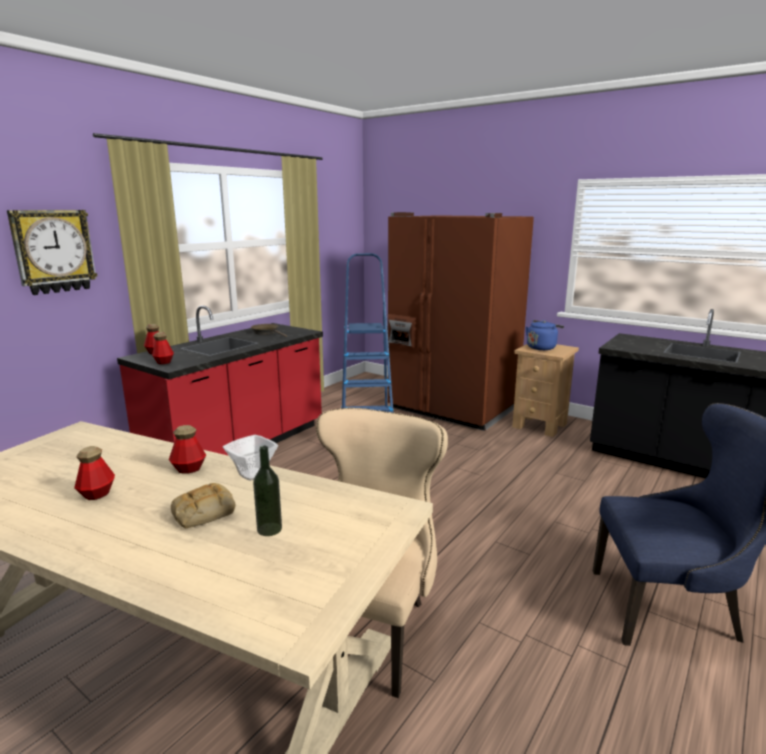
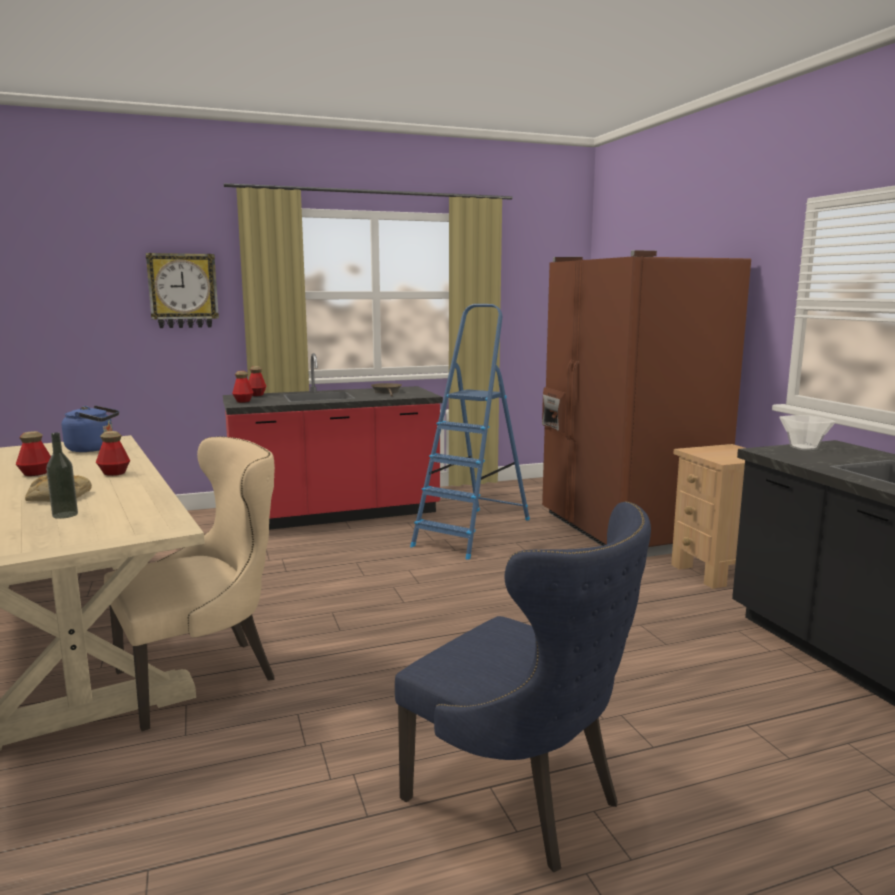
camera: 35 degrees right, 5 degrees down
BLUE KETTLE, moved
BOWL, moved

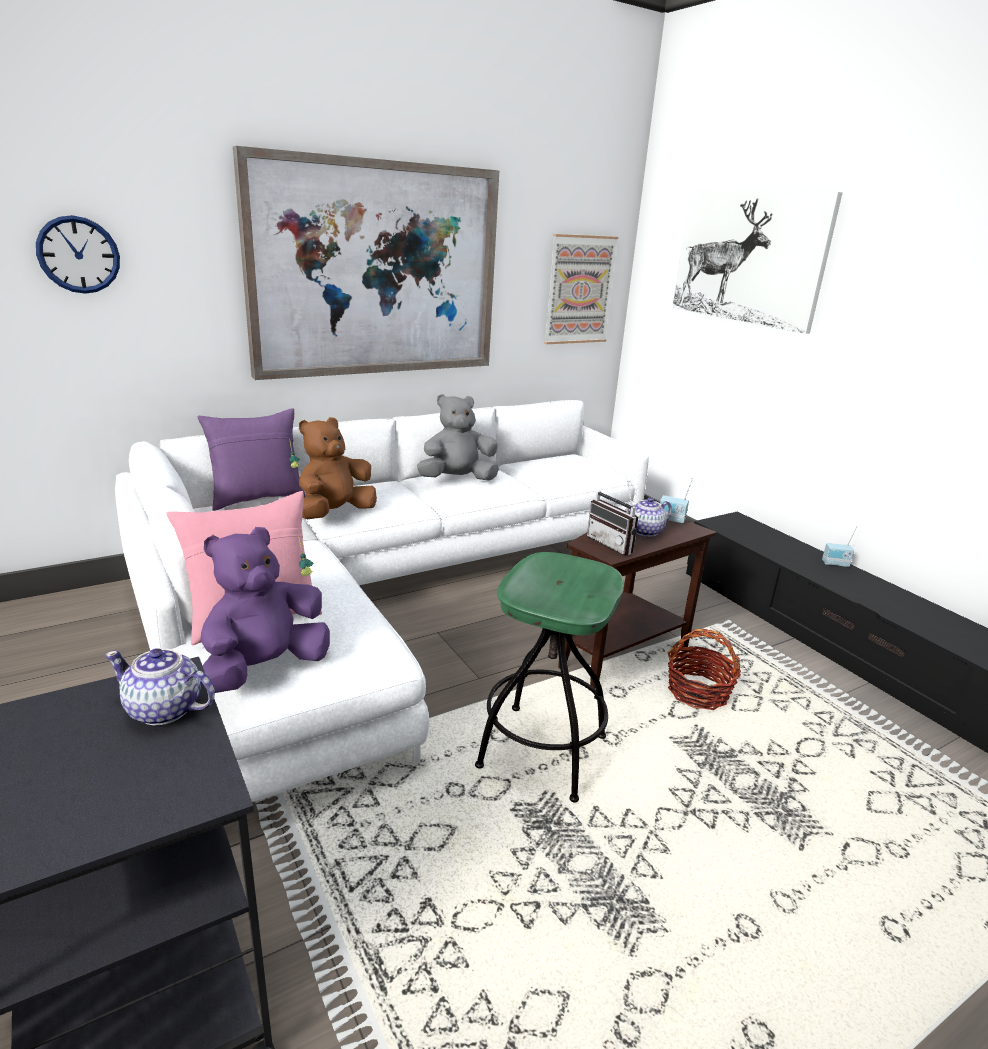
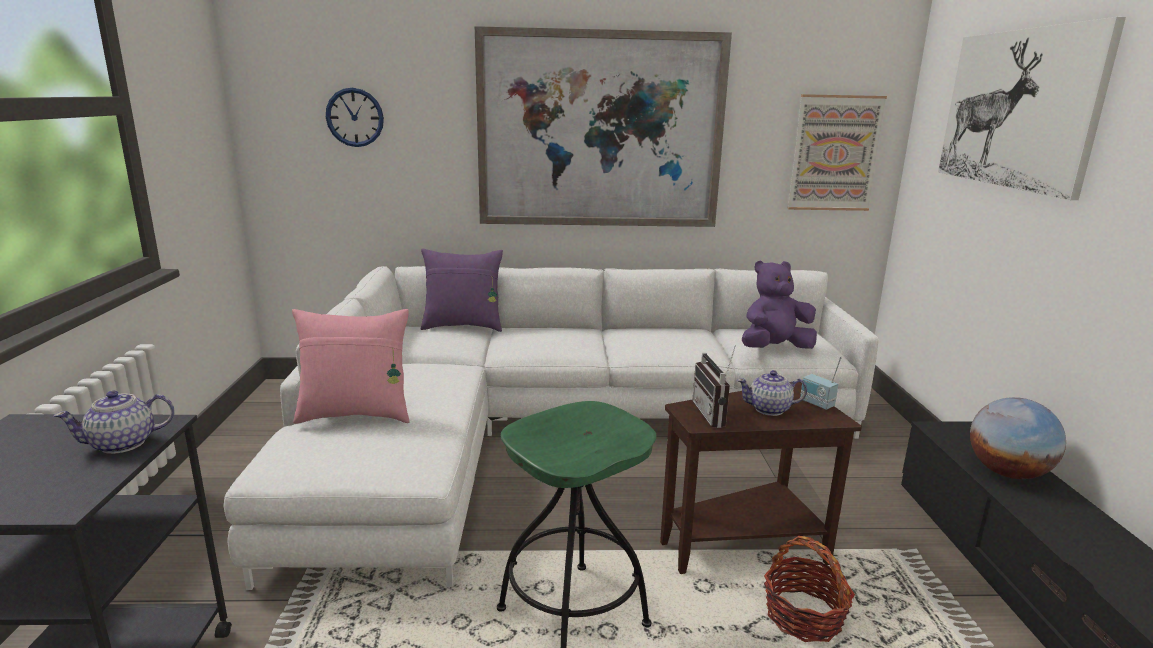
camera: 30 degrees right, 5 degrees down
GREY PLUSH TOY → -
BROWN PLUSH TOY → -
RADIO (3rd from left) → -
PURPLE PLUSH TOY, moved
TEAPOT (1st from left), 75 degrees counterclockwise
- → GLOBE

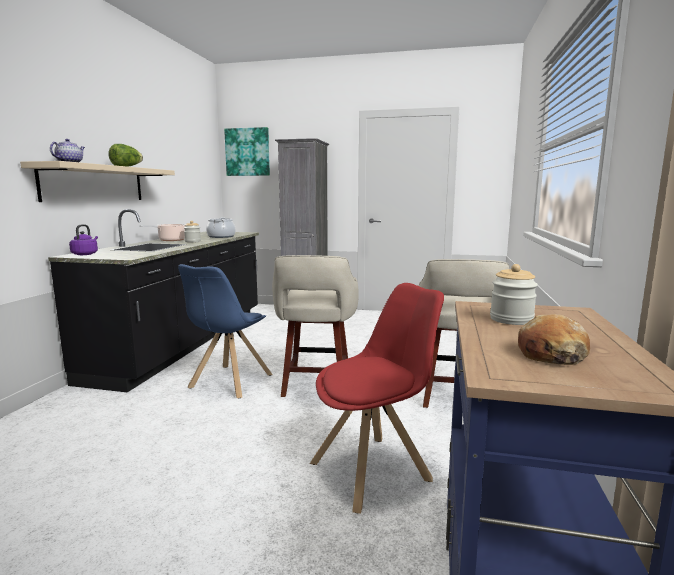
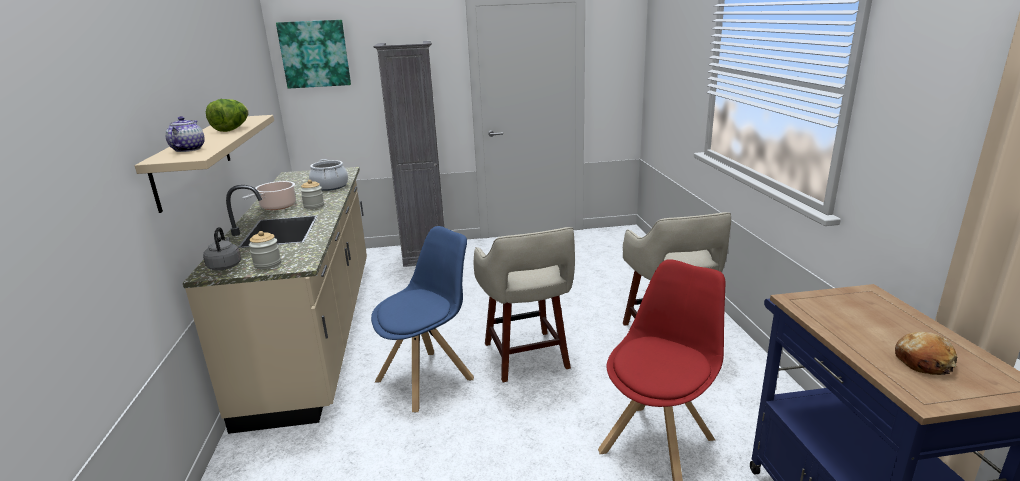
camera: 20 degrees left, 10 degrees up
BLACK COUNTER → BEIGE COUNTER
PURPLE KETTLE → GREY KETTLE
BLUE CHAIR, 135 degrees counterclockwise
JAR (2nd from left in the first image) → JAR (1st from left), moved

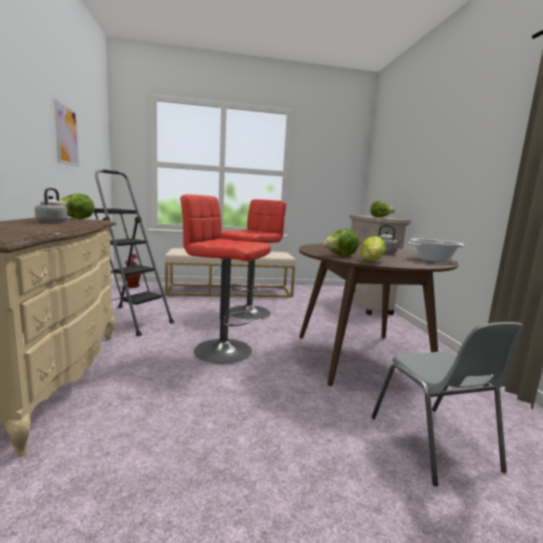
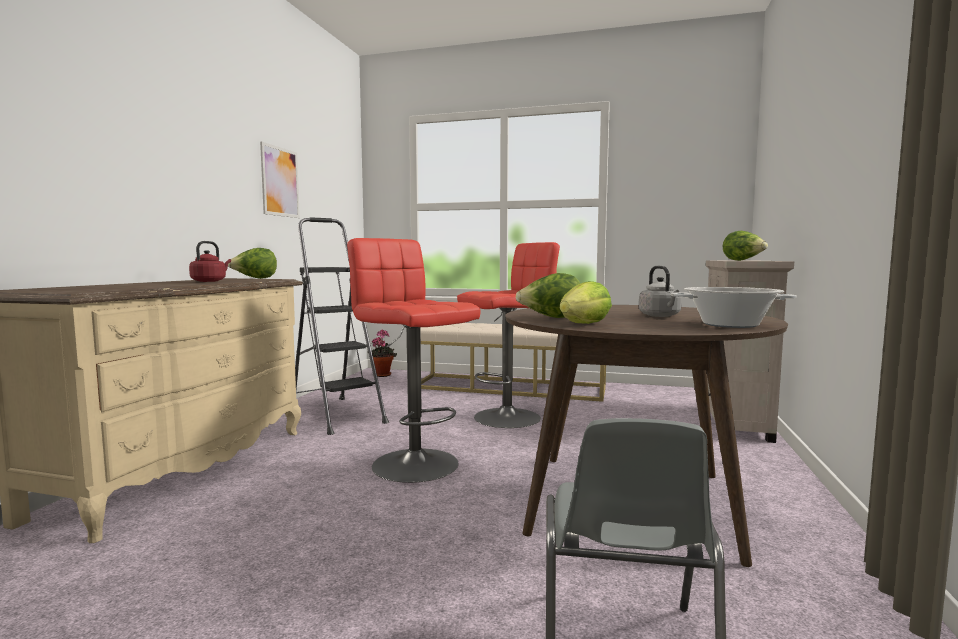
camera: 25 degrees right, 5 degrees down
GREY KETTLE (1st from left) → RED KETTLE

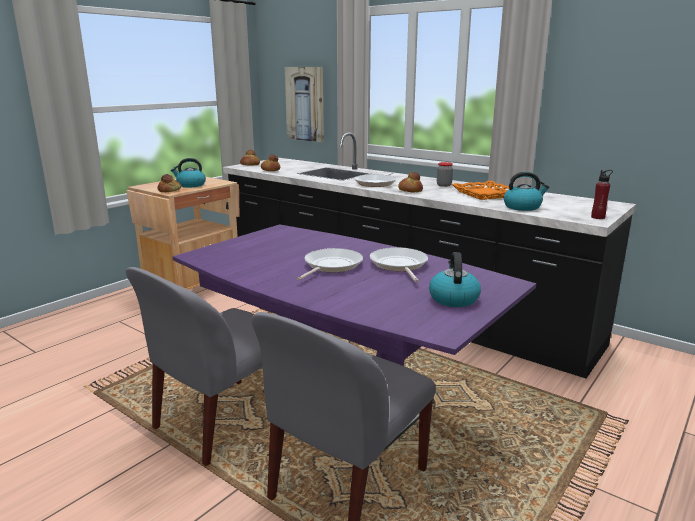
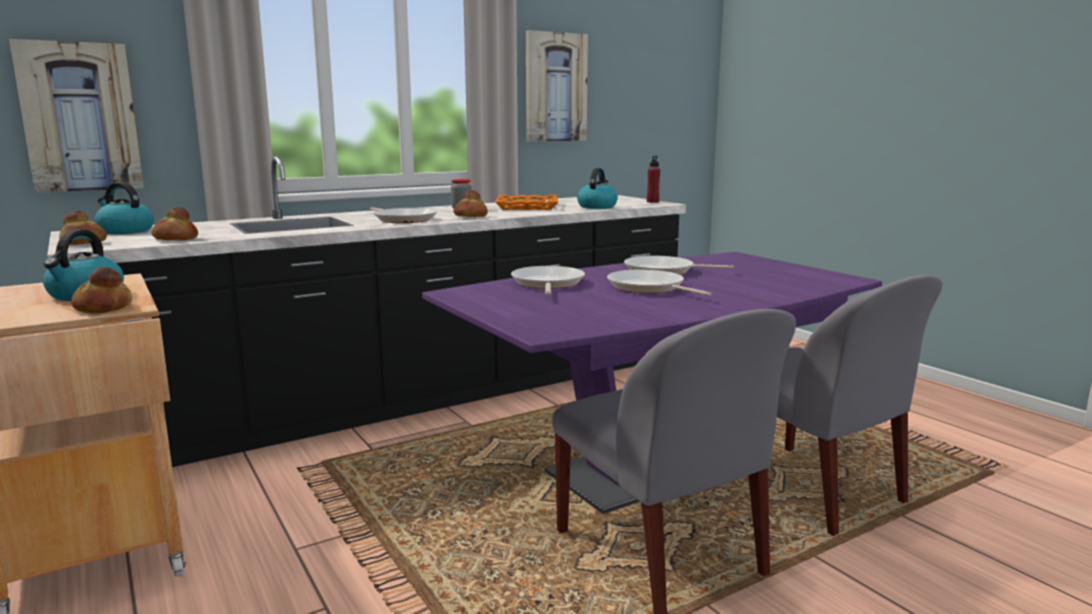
camera: 70 degrees left, 5 degrees down
KETTLE (2nd from left), moved
- → PICTURE (2nd from left)
- → FRYING PAN (2nd from left)

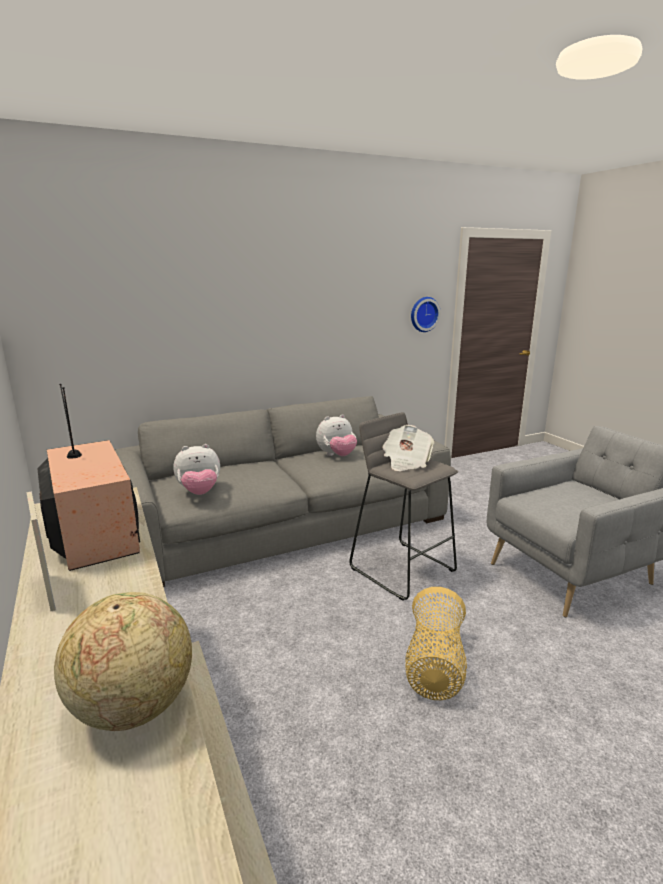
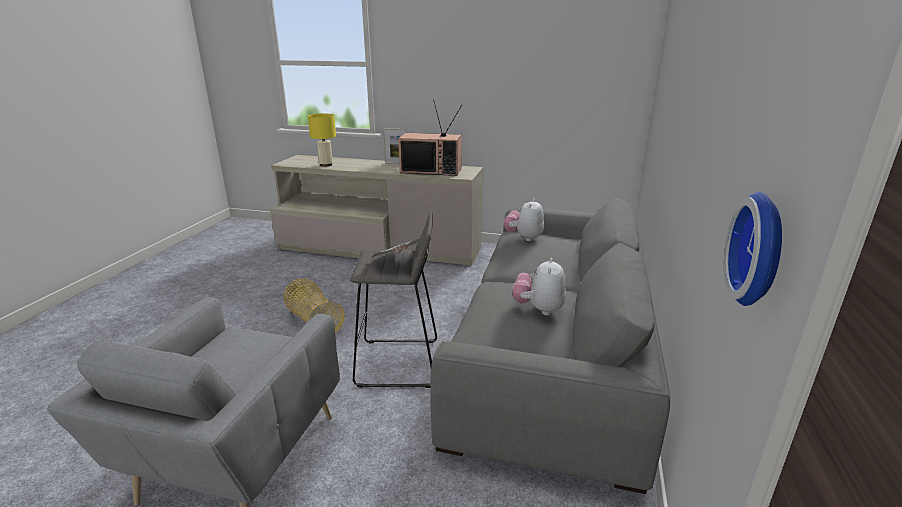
camera: 130 degrees right, 5 degrees up
GLOBE → YELLOW TABLE LAMP

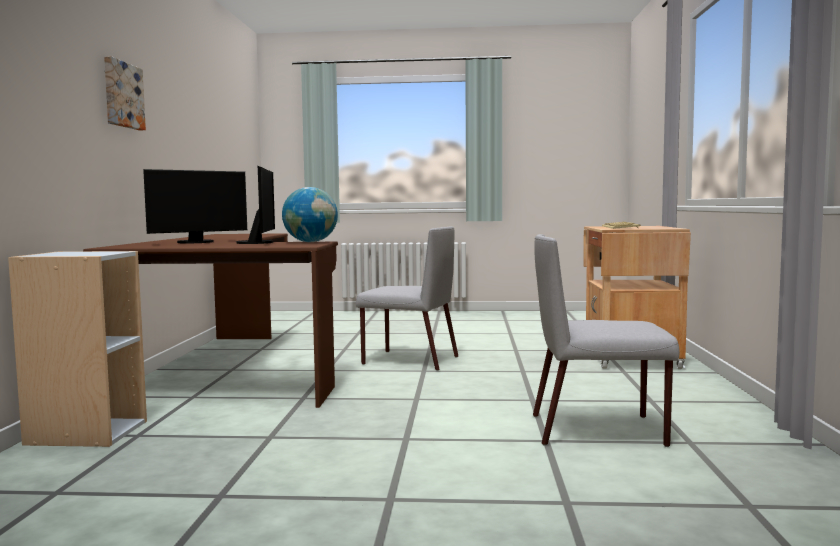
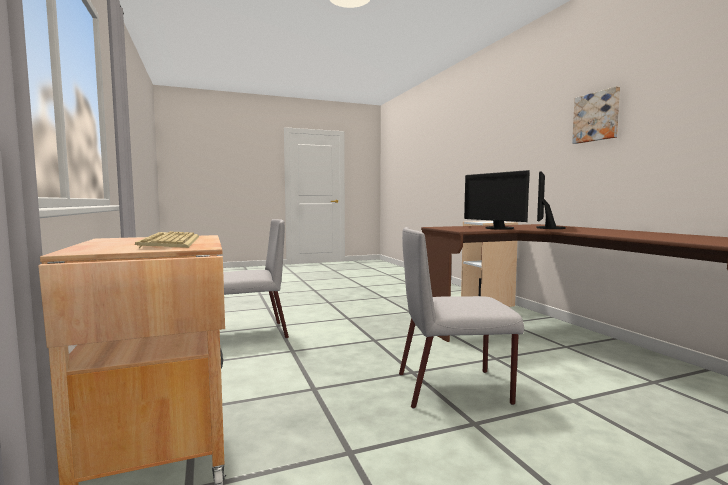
camera: 155 degrees right, 0 degrees up
GLOBE → -

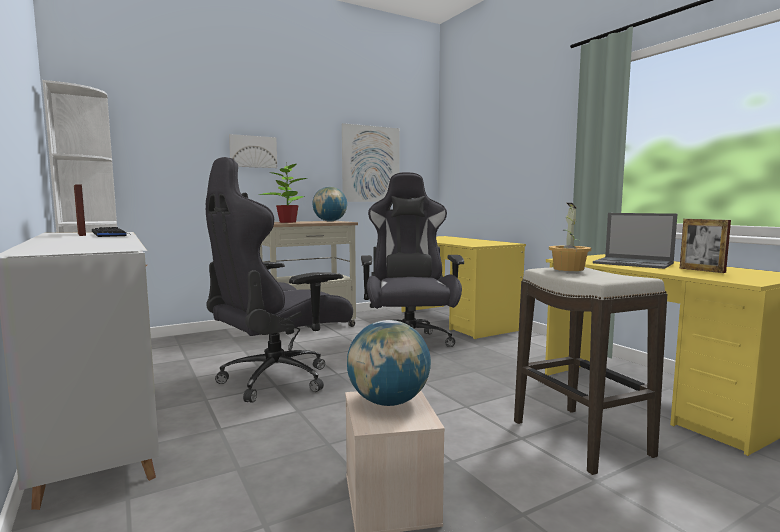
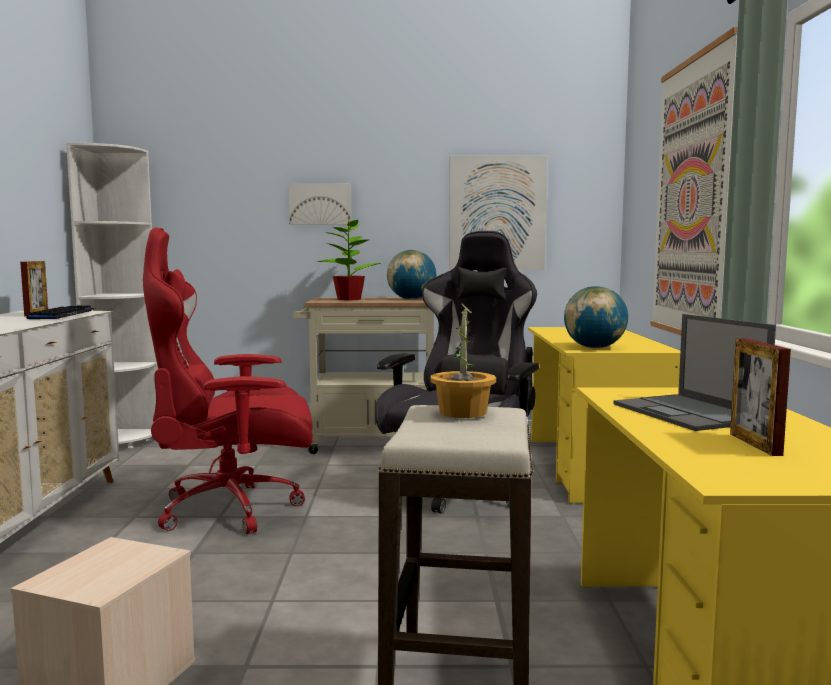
camera: 30 degrees right, 0 degrees up
BLACK OFFICE CHAIR (1st from left) → RED OFFICE CHAIR
GLOBE (2nd from left), moved
- → PICTURE (3rd from left)

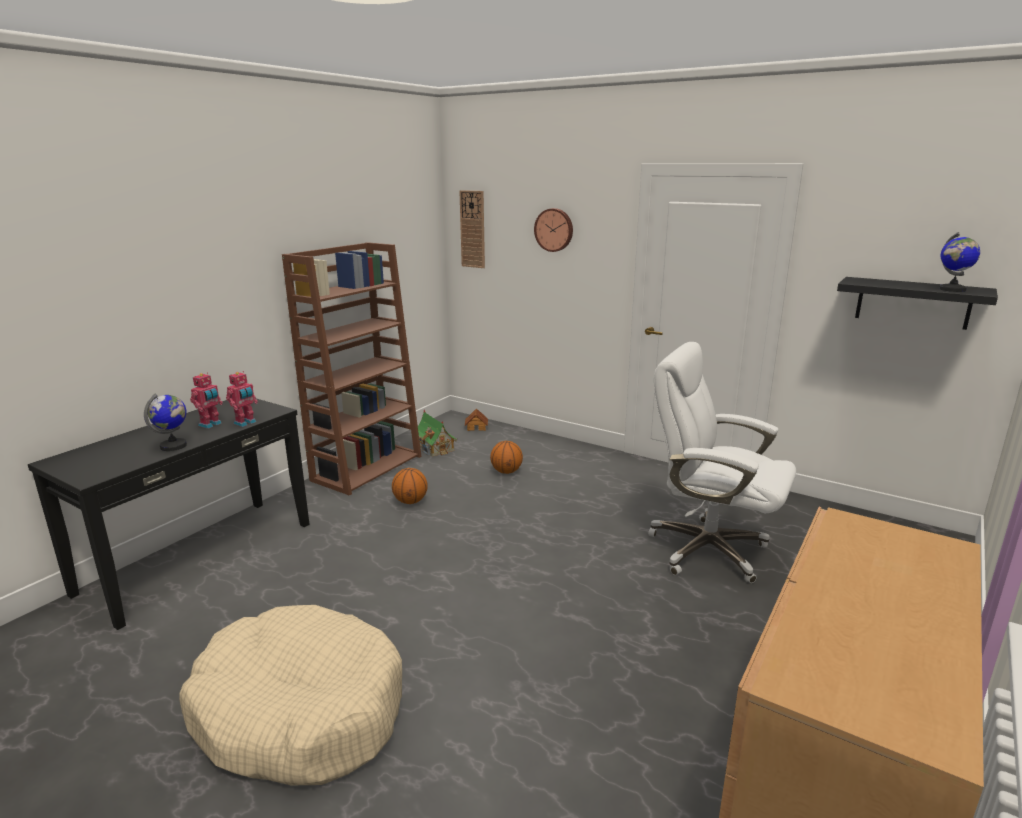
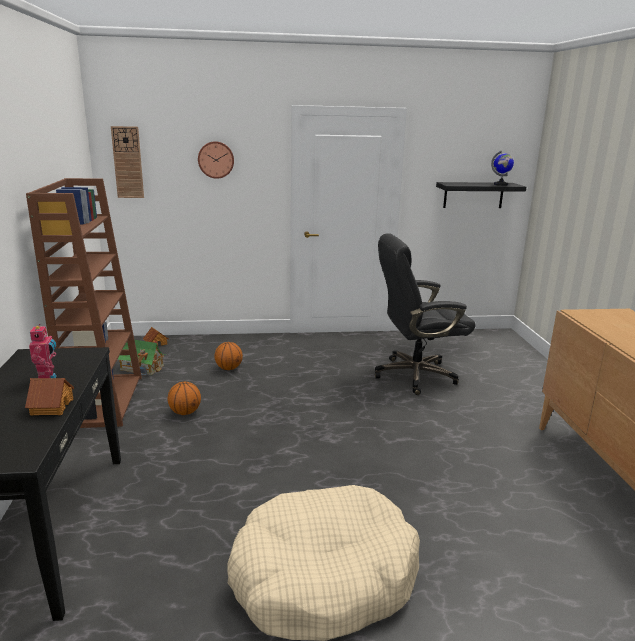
camera: 40 degrees left, 0 degrees up
WHITE OFFICE CHAIR → BLACK OFFICE CHAIR
TOY ROBOT (2nd from left) → -
GLOBE (1st from left) → TOY HOUSE (1st from left)

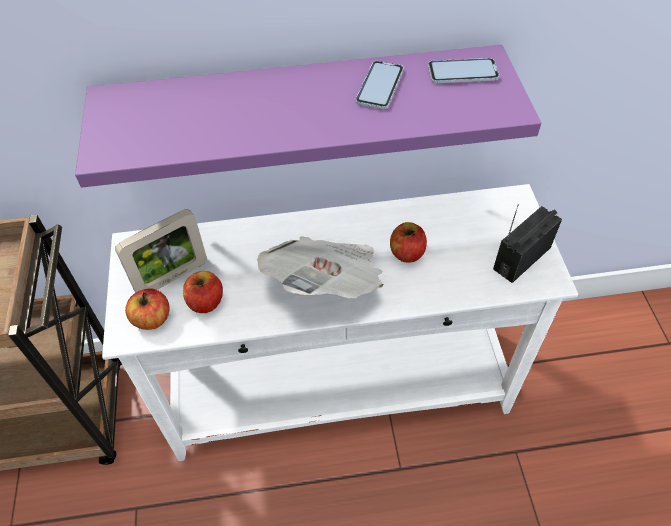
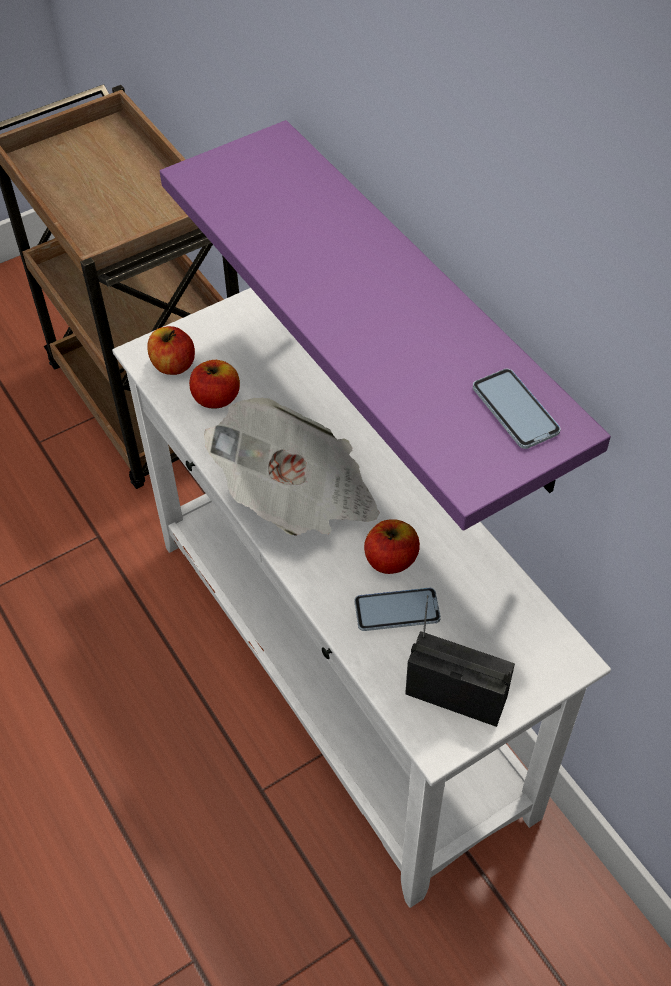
camera: 65 degrees right, 0 degrees up
PHONE (1st from left), moved
PICTURE FRAME → -

